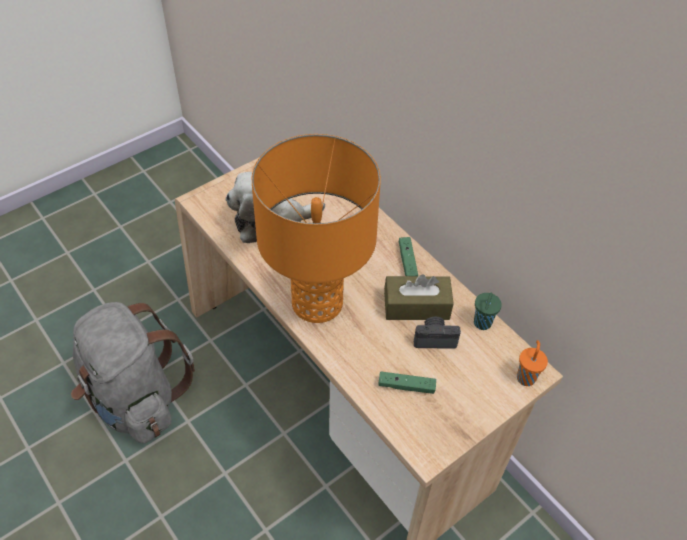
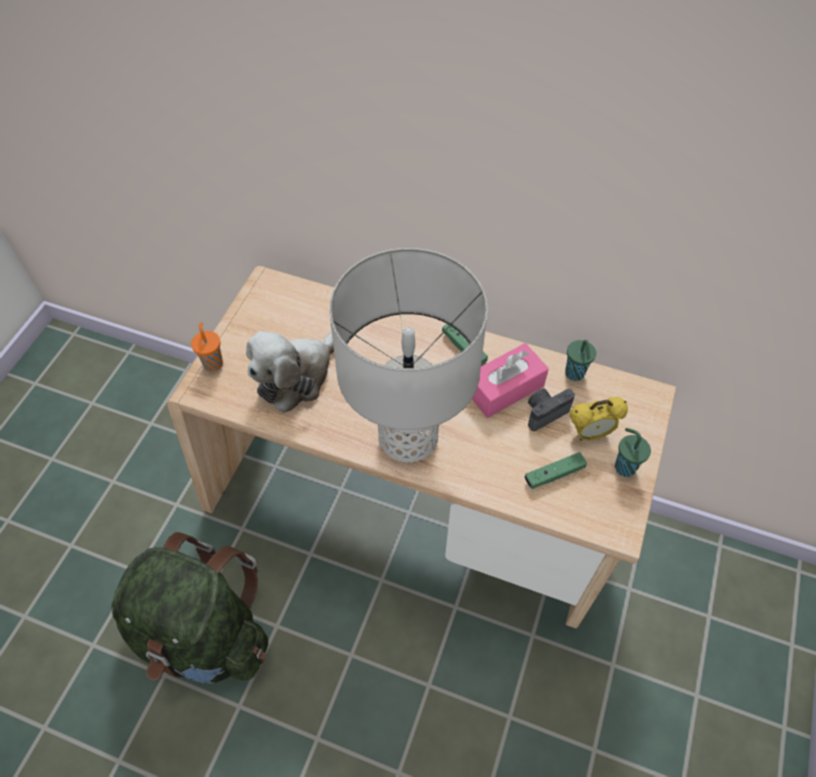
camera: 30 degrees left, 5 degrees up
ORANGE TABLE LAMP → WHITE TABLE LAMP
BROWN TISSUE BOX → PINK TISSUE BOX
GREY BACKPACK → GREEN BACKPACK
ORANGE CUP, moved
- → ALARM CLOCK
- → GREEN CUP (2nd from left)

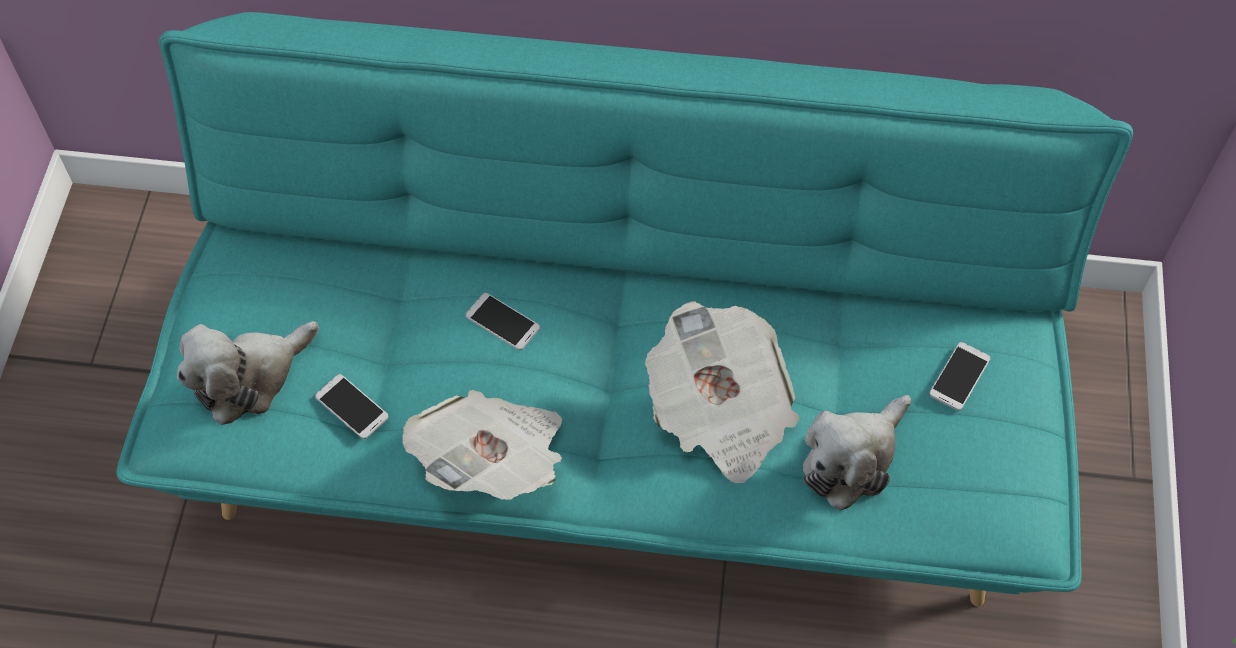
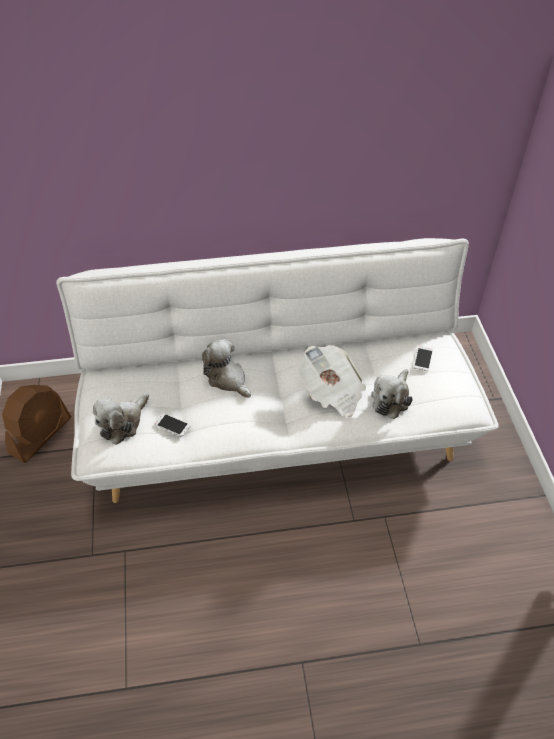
camera: 15 degrees left, 10 degrees down
TURQUOISE SOFA → WHITE SOFA
PHONE (2nd from left) → PLUSH TOY (2nd from left)
NEWSPAPER (1st from left) → -
- → BROWN FAN

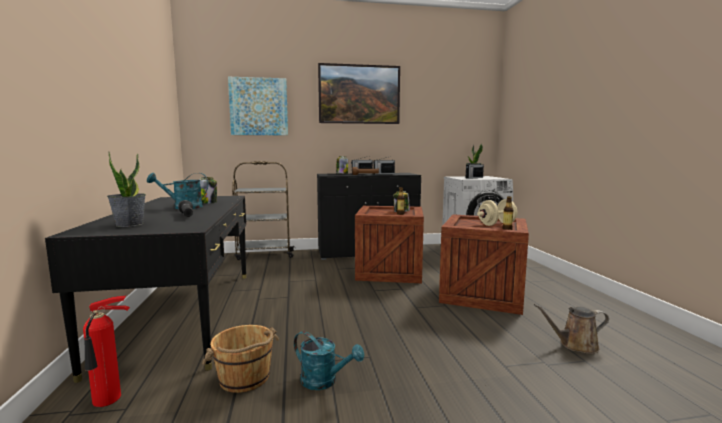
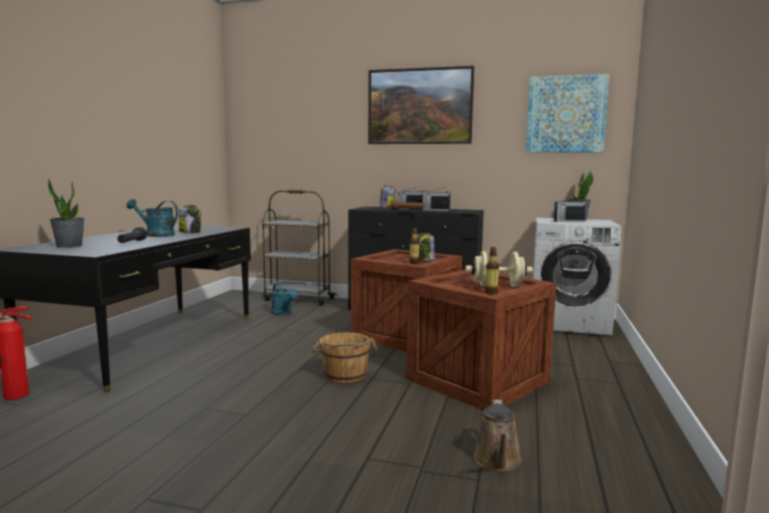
camera: 25 degrees right, 0 degrees up
PICTURE (1st from left in the first image) → PICTURE (2nd from left), moved
BROWN WATERING CAN, 105 degrees counterclockwise
BROWN BUCKET, moved
TURQUOISE WATERING CAN (2nd from left), moved

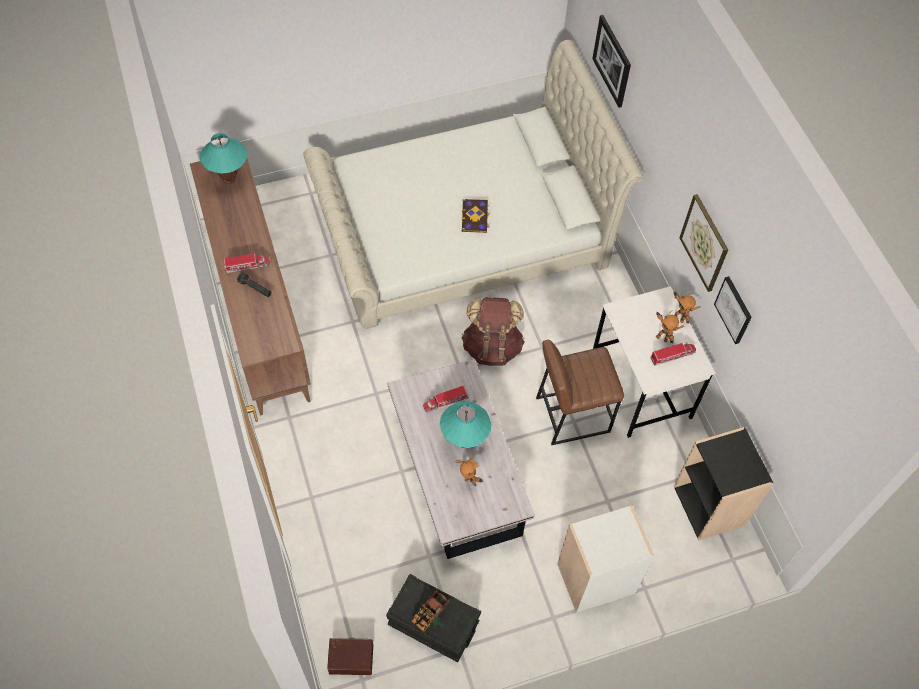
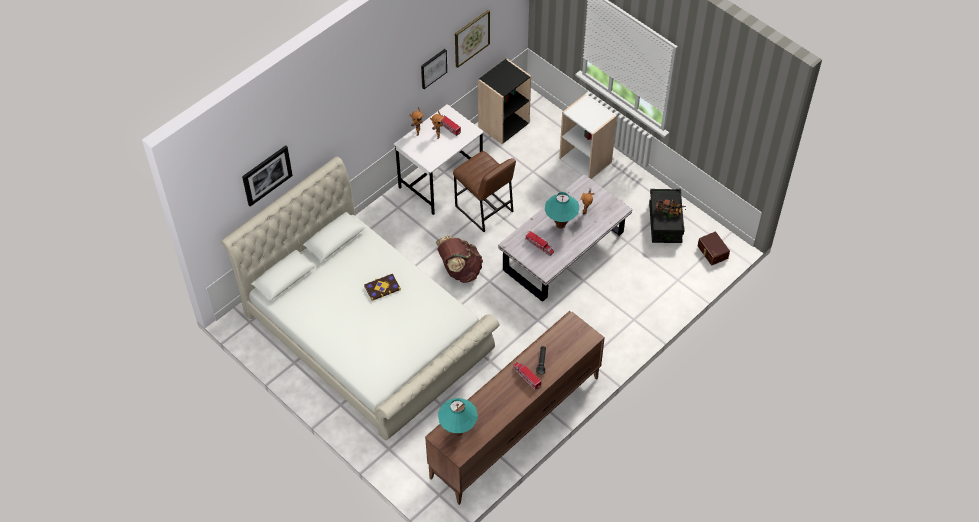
camera: 115 degrees left, 5 degrees down
PICTURE (2nd from left in the first image) → PICTURE (3rd from left), moved

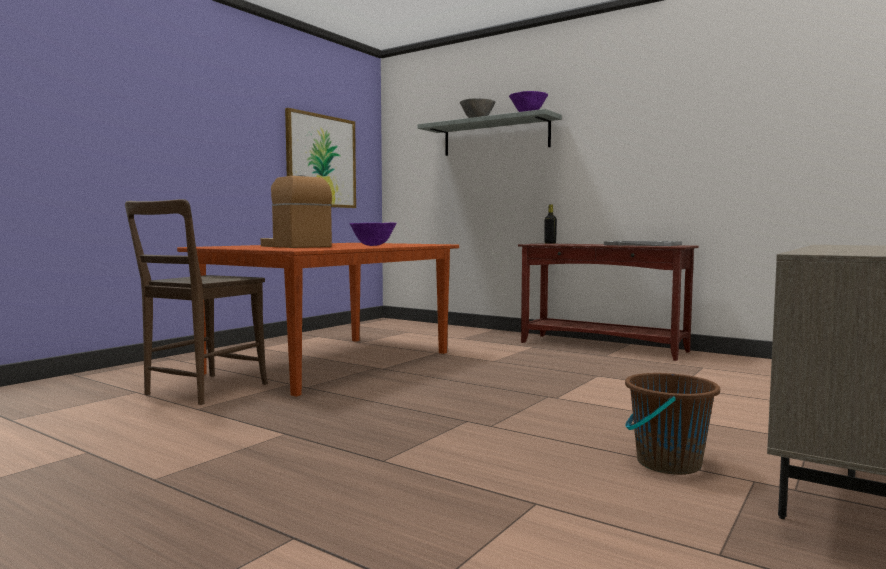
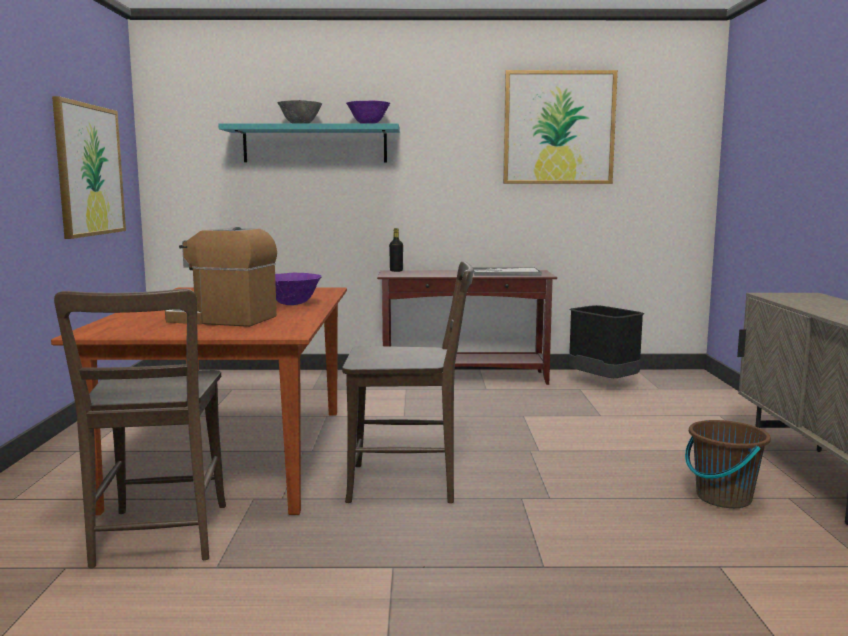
camera: 35 degrees left, 5 degrees up
GREY SHELF → TURQUOISE SHELF
- → PICTURE (2nd from left)
- → BROWN CHAIR (2nd from left)
- → BLACK TRASH CAN

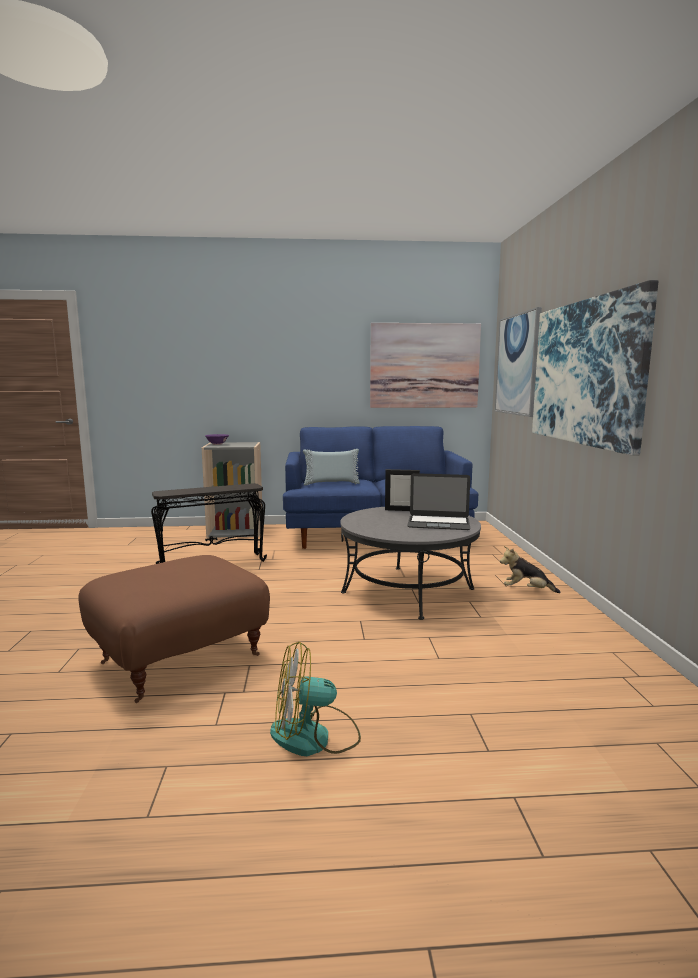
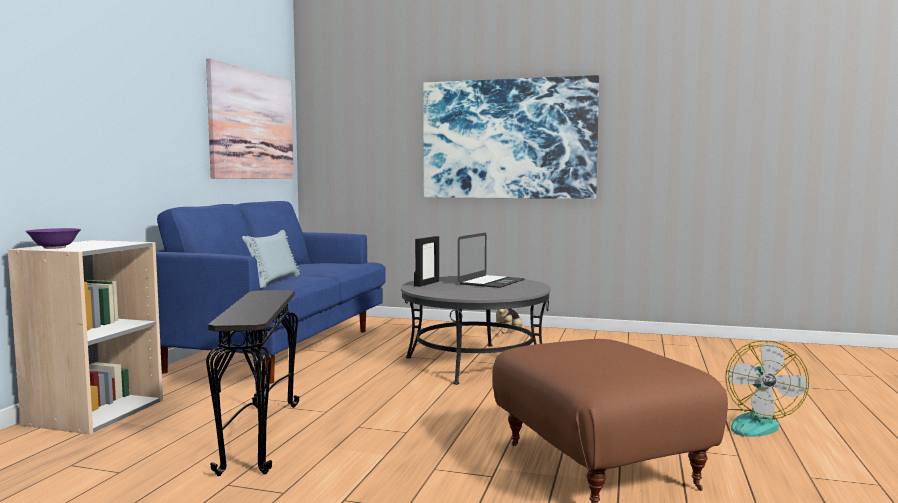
camera: 70 degrees left, 5 degrees down
PICTURE (2nd from left) → -

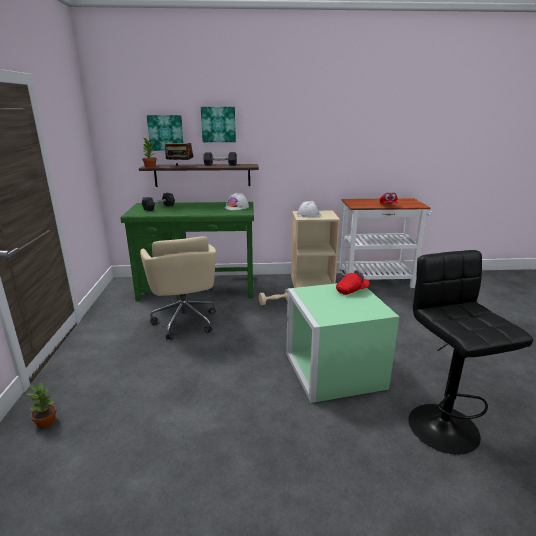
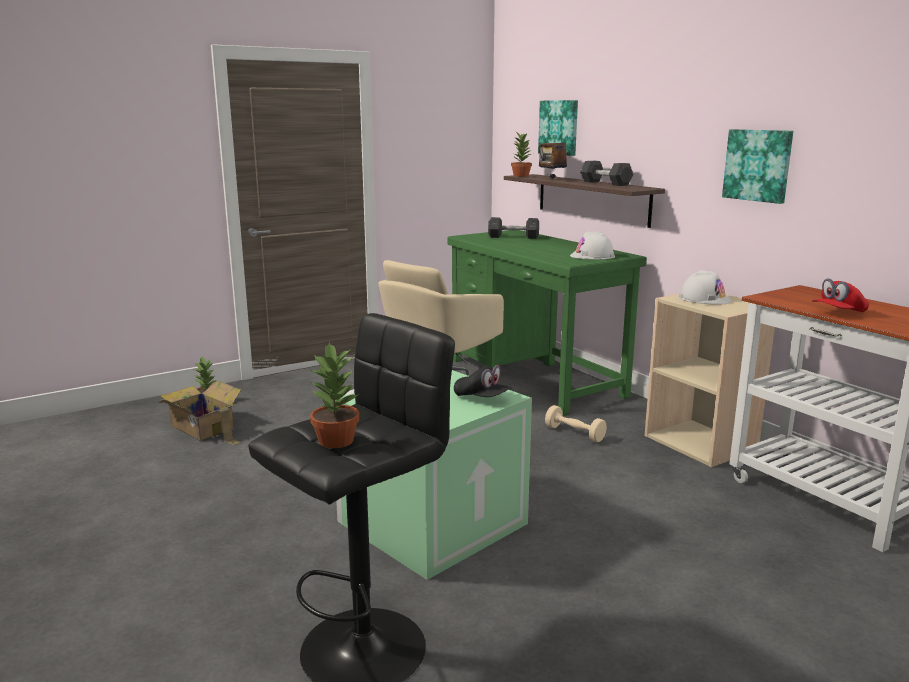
camera: 60 degrees right, 5 degrees down
PICTURE (2nd from left), moved
RED CAP (1st from left) → BLACK CAP
- → POTTED PLANT (2nd from left)
- → CARDBOARD BOX

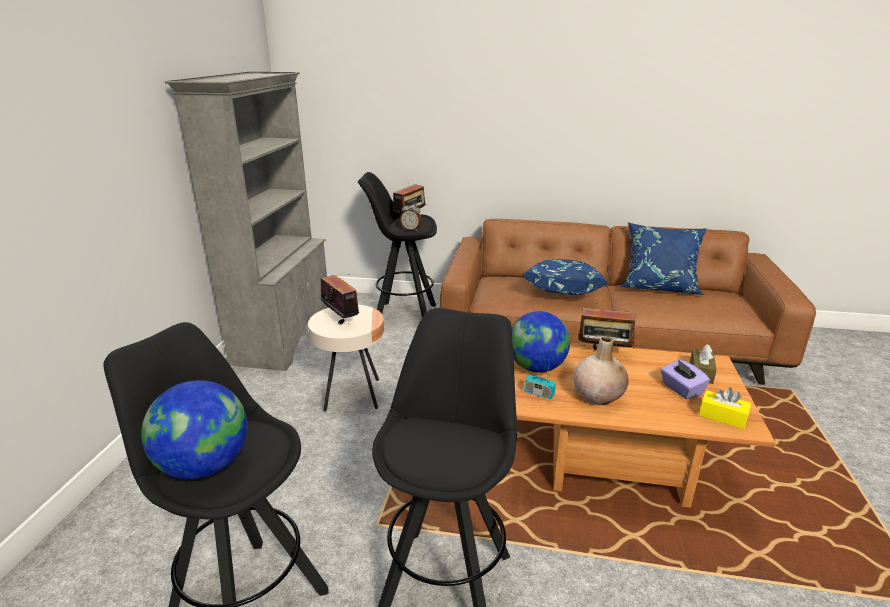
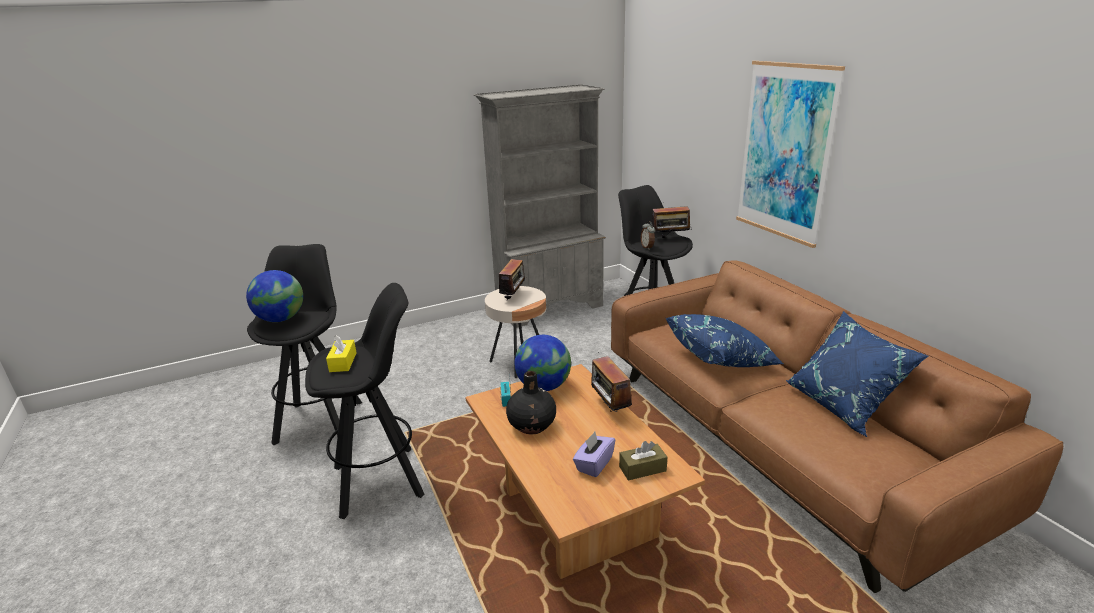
camera: 55 degrees right, 0 degrees up
BEIGE VASE → BLACK VASE
YELLOW TISSUE BOX, moved
- → PICTURE

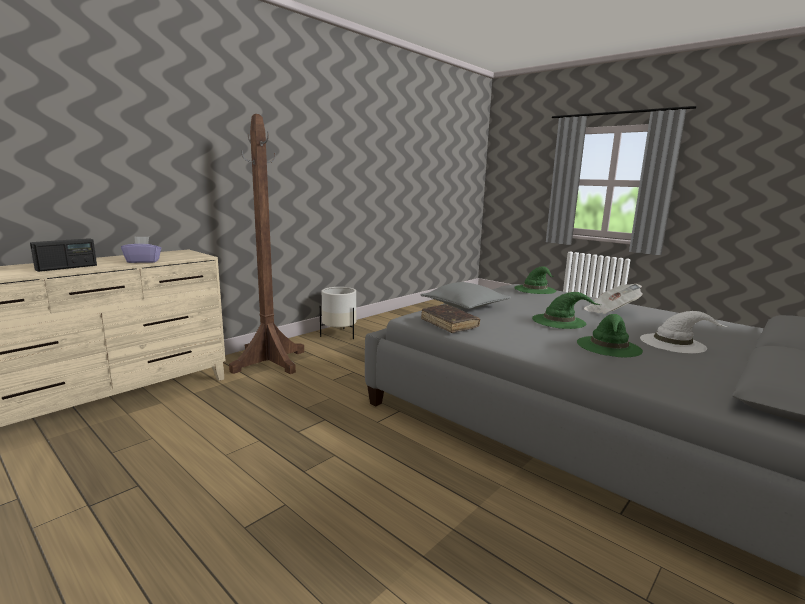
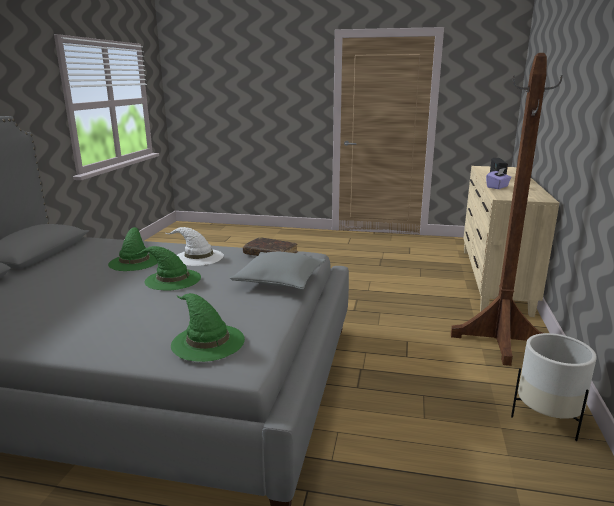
camera: 150 degrees right, 5 degrees up
NEWSPAPER → -
WHITE HAT, moved

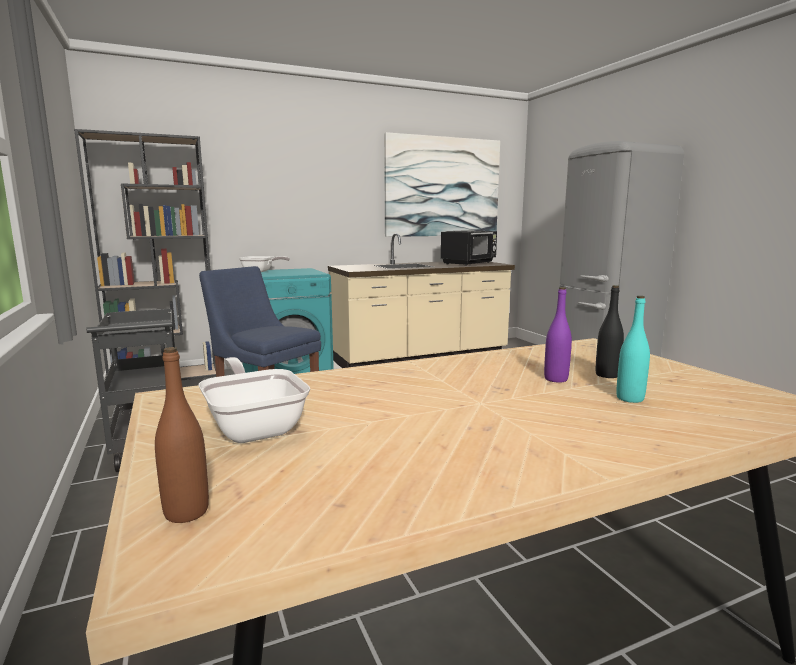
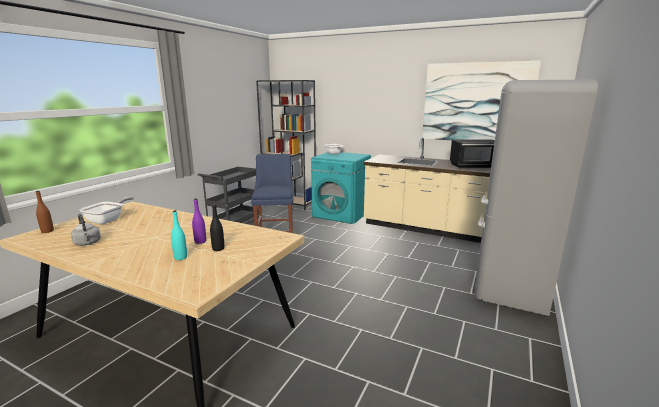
camera: 50 degrees right, 5 degrees up
- → GREY KETTLE

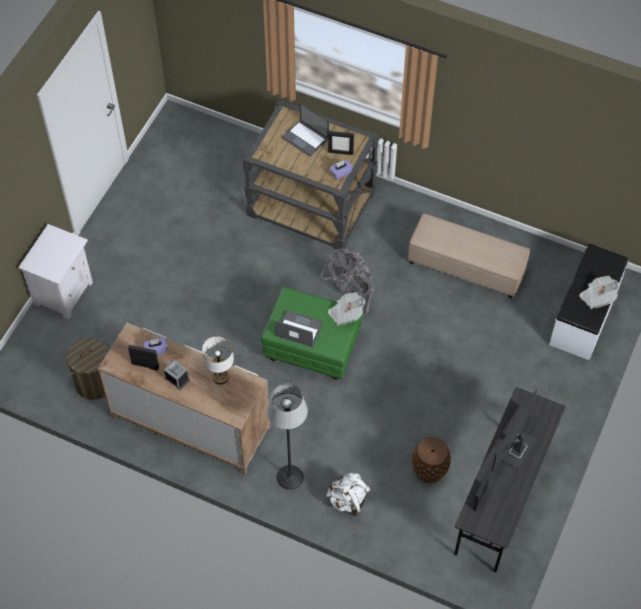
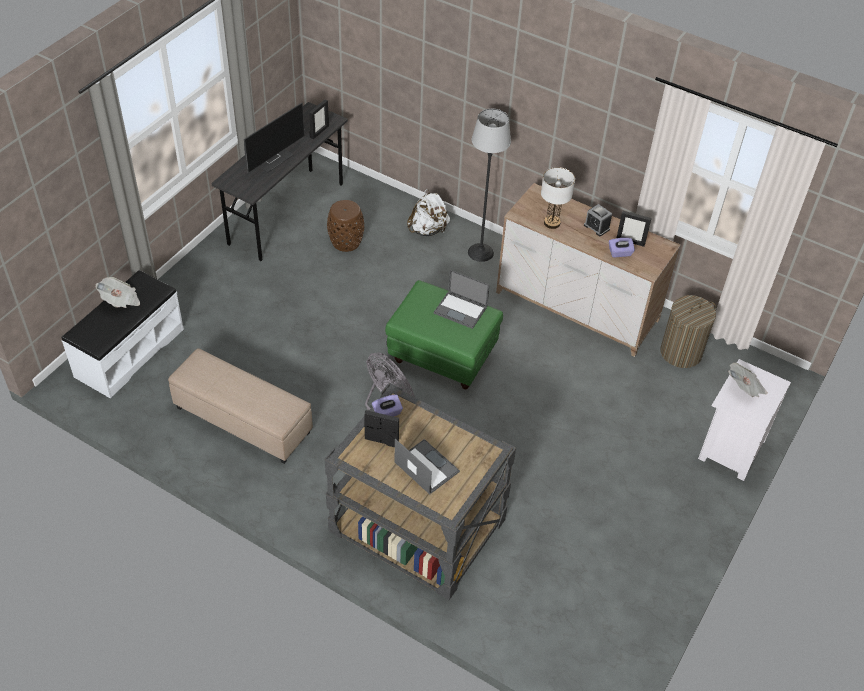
camera: 175 degrees left, 10 degrees down
NEWSPAPER (1st from left in the first image) → NEWSPAPER (2nd from left), moved

